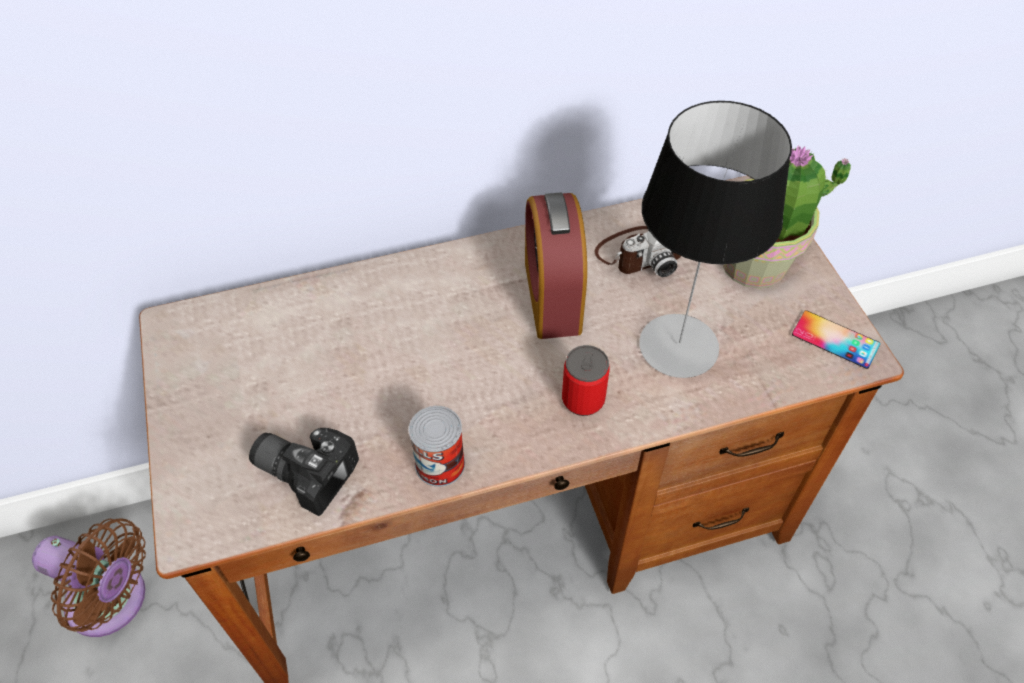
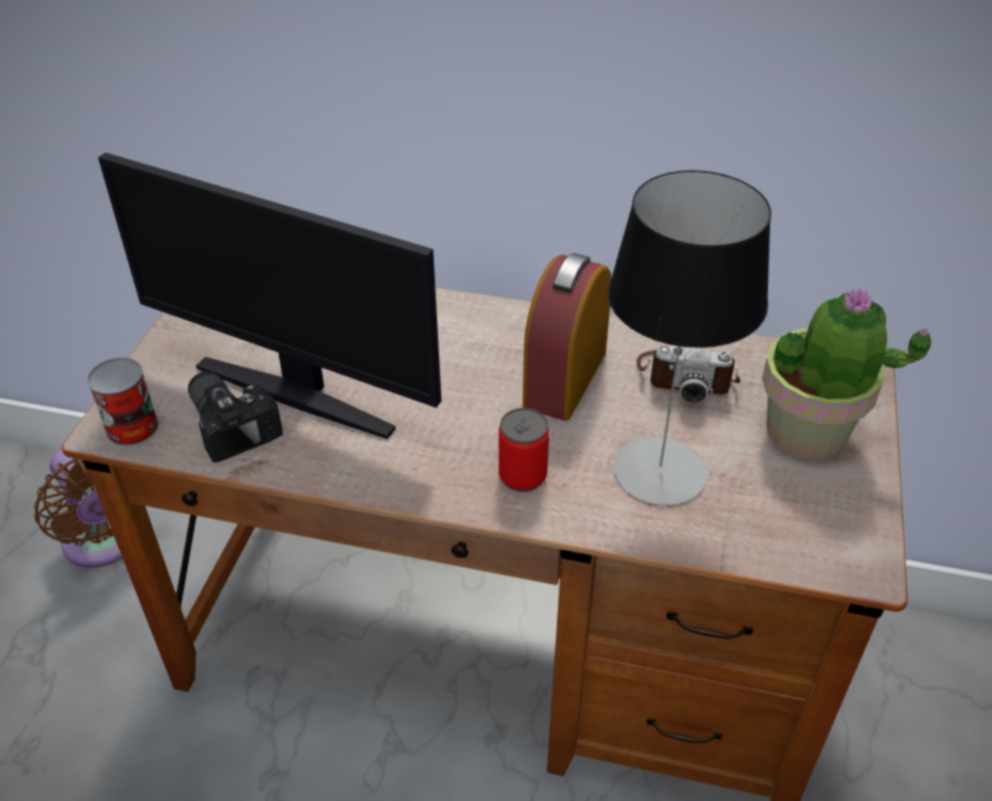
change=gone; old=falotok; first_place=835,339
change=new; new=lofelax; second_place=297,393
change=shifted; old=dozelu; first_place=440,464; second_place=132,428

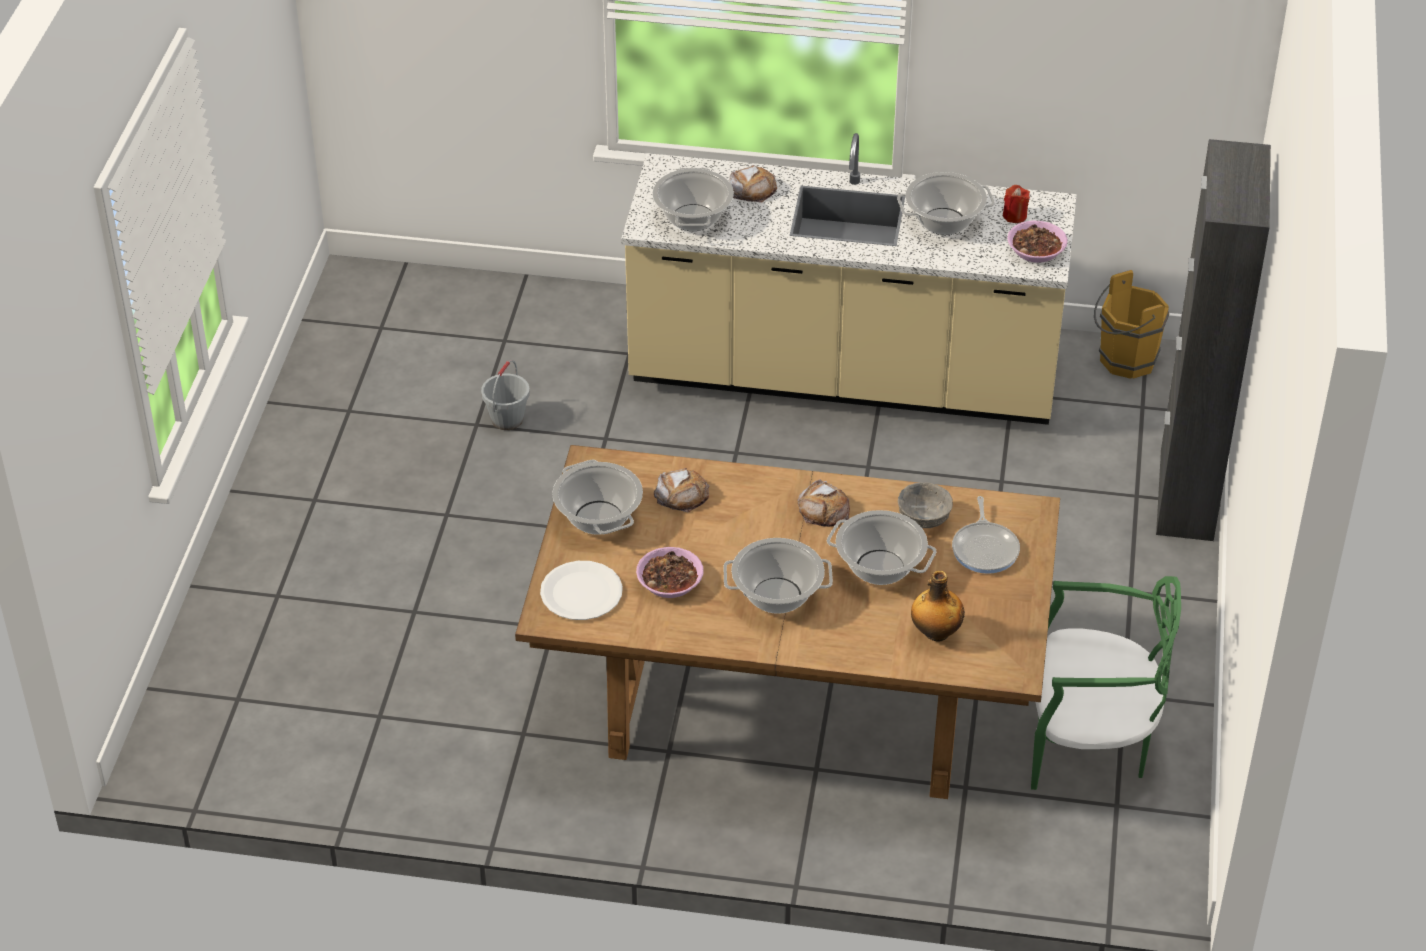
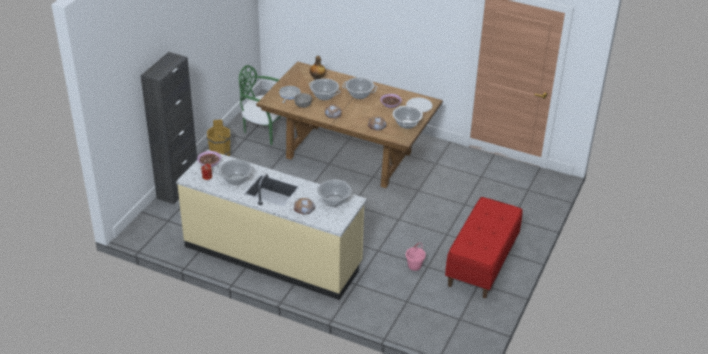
change=new; new=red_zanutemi; second_place=482,263
change=shifted; old=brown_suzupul; first_place=1123,361; second_place=222,153
change=repainted; old=grey_suzupul; new=pink_suzupul; first_place=507,419; second_place=414,266

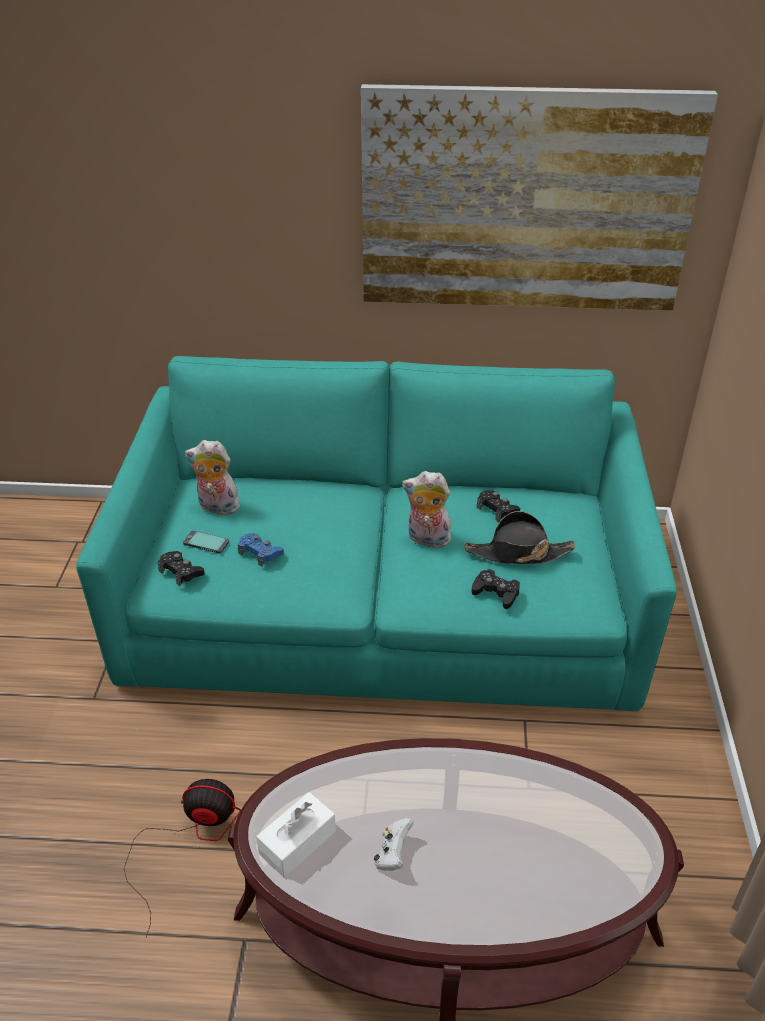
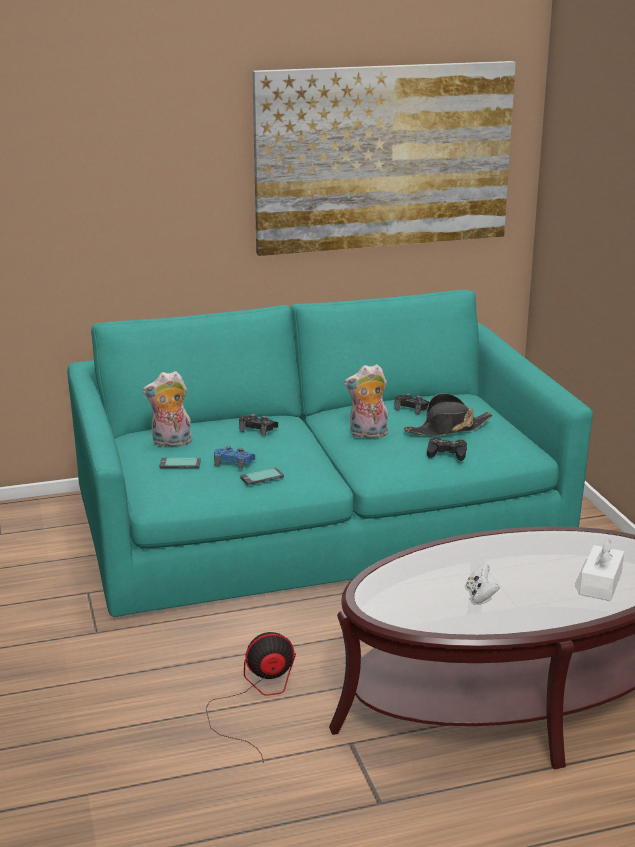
change=new; new=falotok; second_place=262,477
change=shifted; old=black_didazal; first_place=181,572; second_place=257,429
change=shifted; old=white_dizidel; first_place=297,842; second_place=600,583

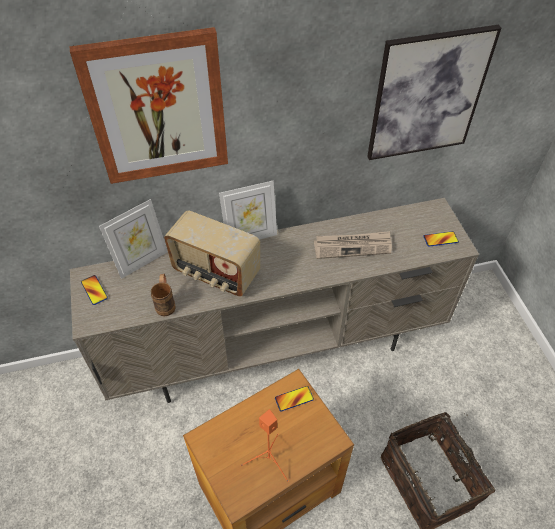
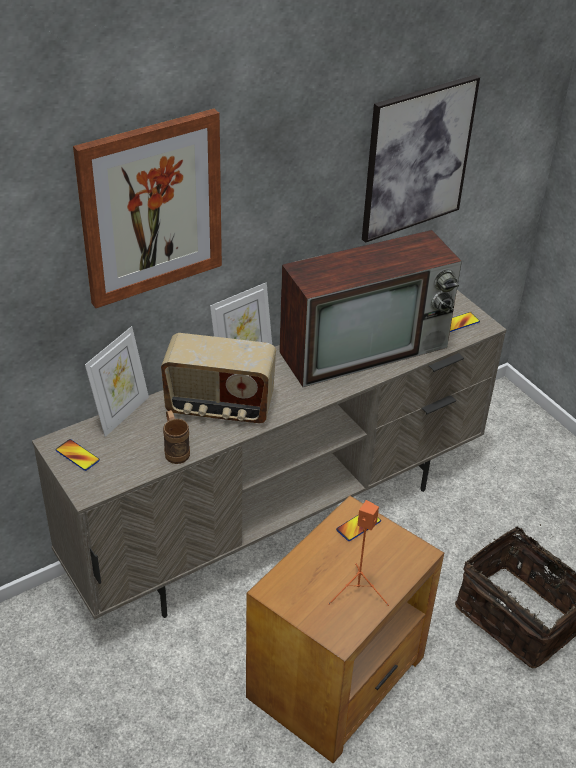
change=swapped; old=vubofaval; new=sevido; first_place=353,246; second_place=366,348

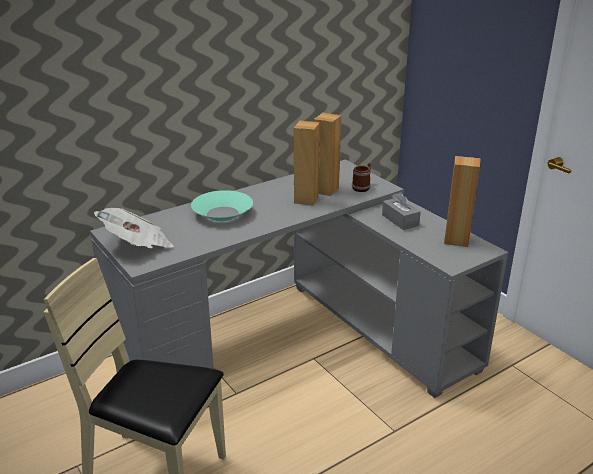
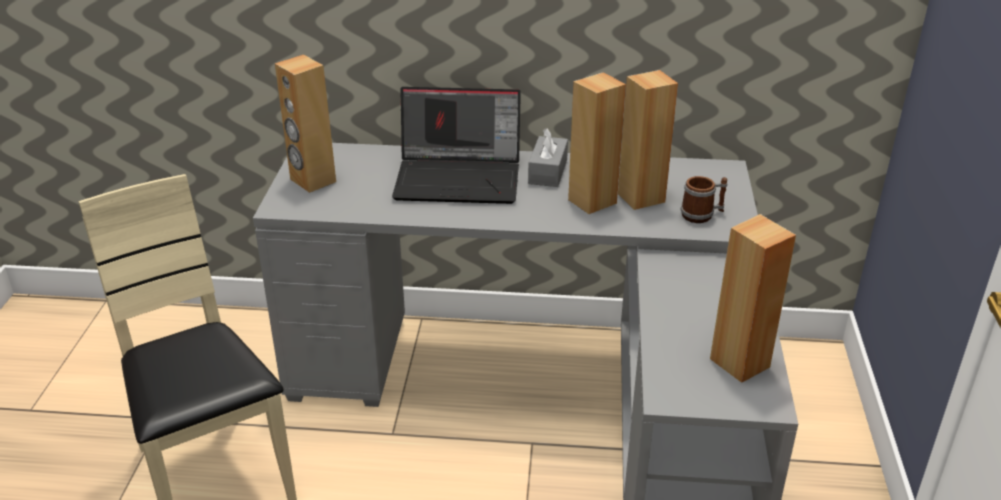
change=shifted; old=grey_dizidel; first_place=400,220; second_place=548,172
change=swapped; old=vubofaval; new=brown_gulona; first_place=138,245; second_place=312,181
change=swapped; old=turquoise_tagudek; new=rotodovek; first_place=223,213; second_place=460,178

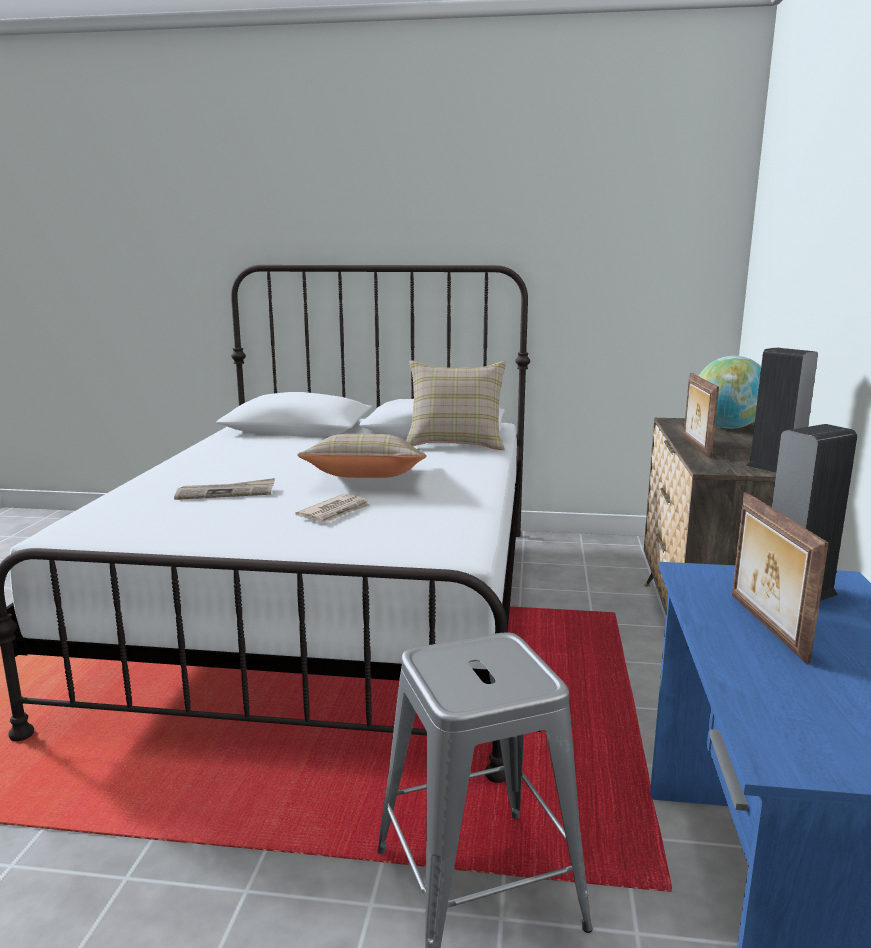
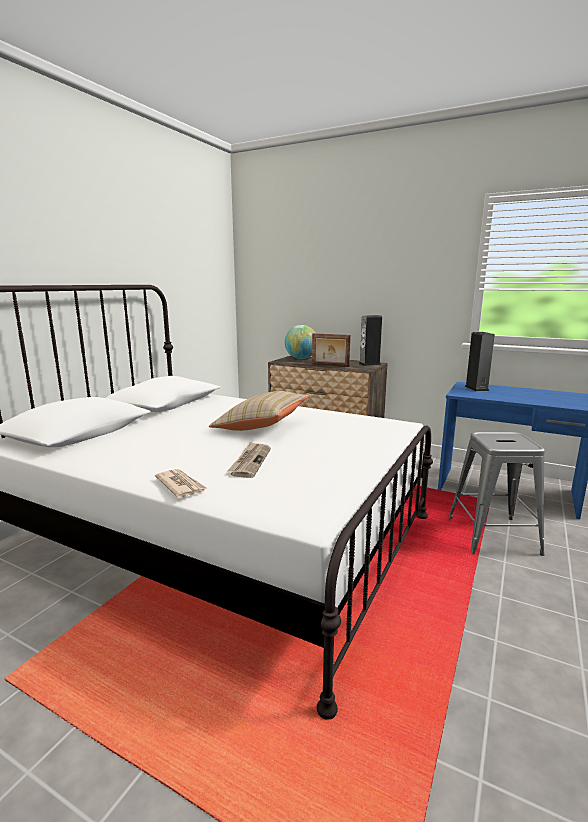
change=gone; old=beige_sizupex; first_place=456,443
change=gone; old=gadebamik; first_place=764,626
change=shifted; old=vubofaval; first_place=335,512; second_place=180,485

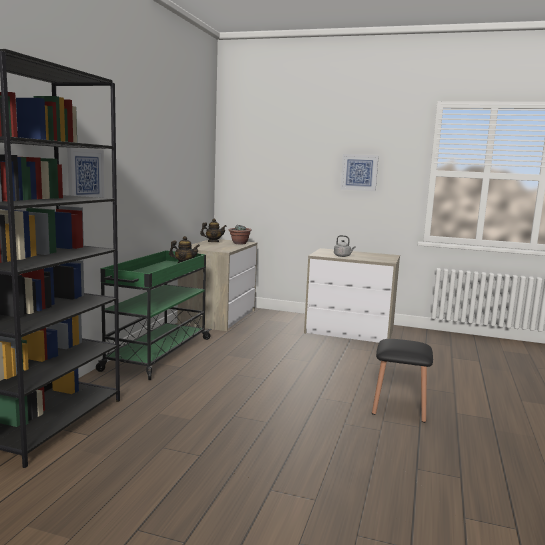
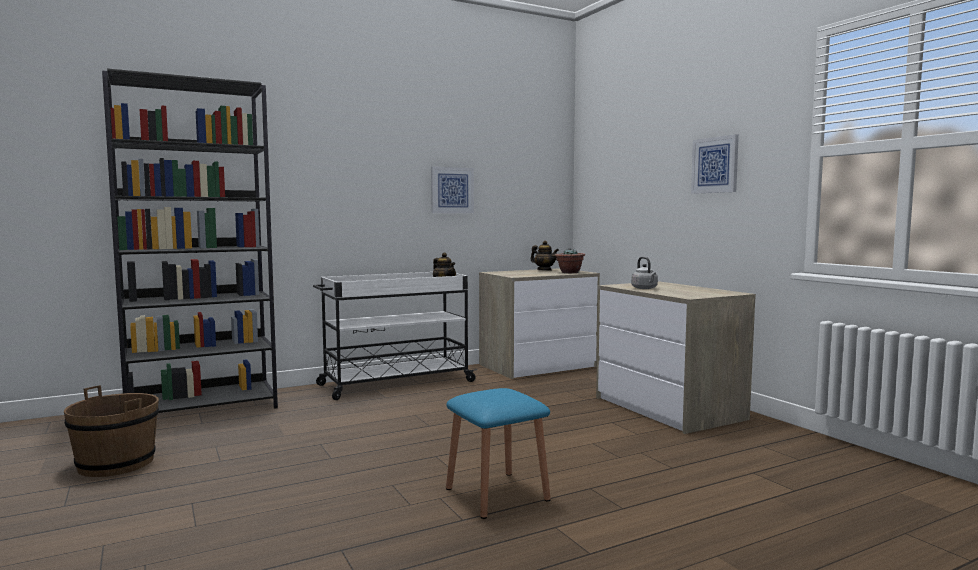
change=new; new=brown_suzupul; second_place=116,464
change=shifted; old=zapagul; first_place=85,175; second_place=452,190
change=repainted; old=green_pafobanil; new=white_pafobanil; first_place=157,354; second_place=394,383
change=repainted; old=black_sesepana; new=blue_sesepana; first_place=399,407; second_place=497,494

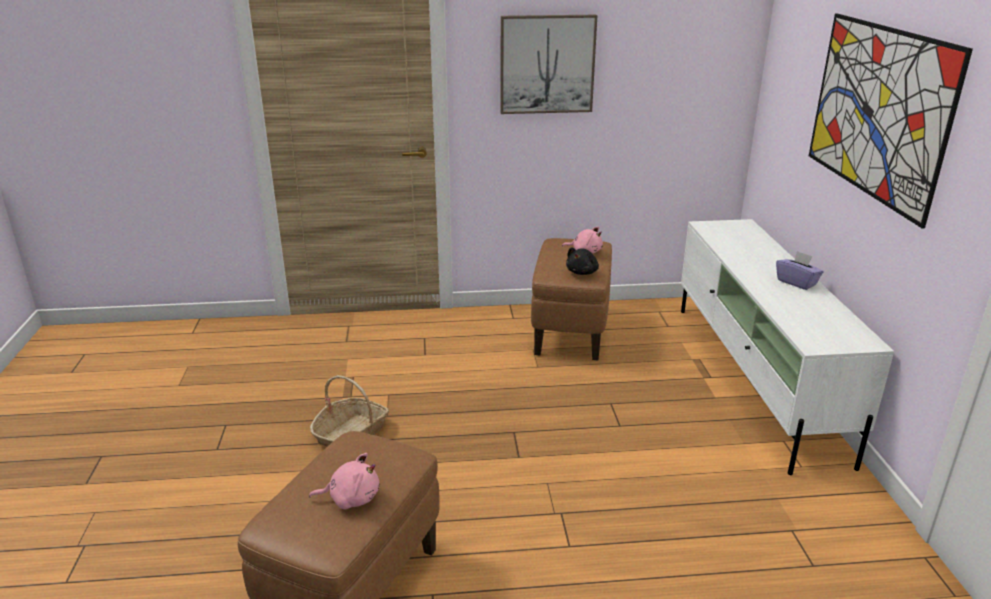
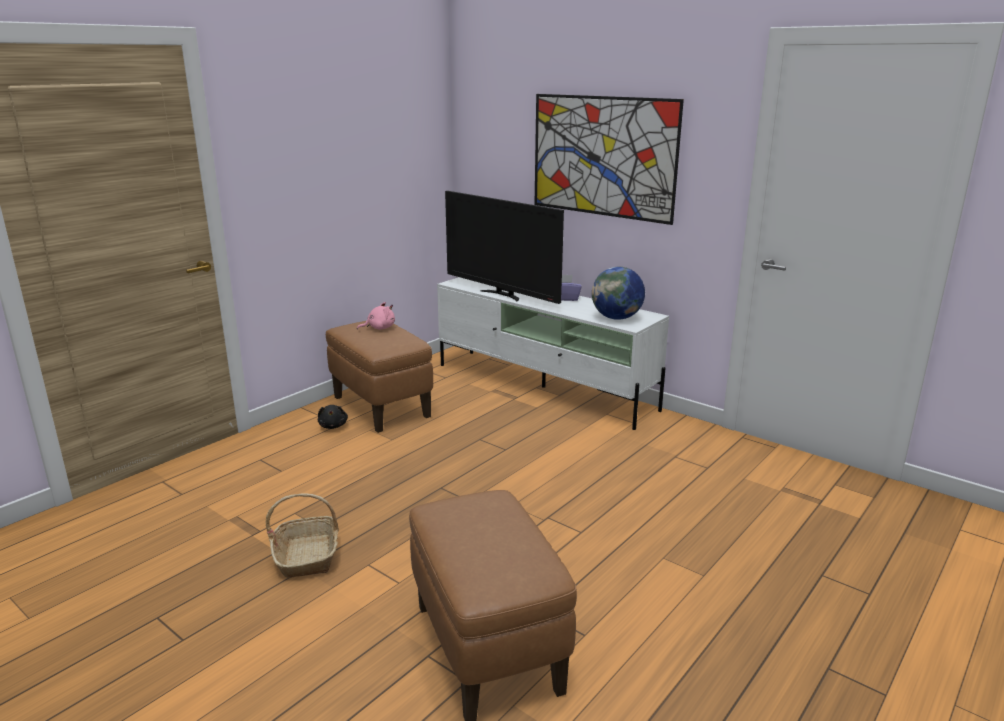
change=gone; old=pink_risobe; first_place=351,498
change=gone; old=zapagul; first_place=547,64
change=new; new=sevido; second_place=502,295
change=new; new=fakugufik; second_place=616,318
change=shifted; old=black_risobe; first_place=582,272; second_place=333,426

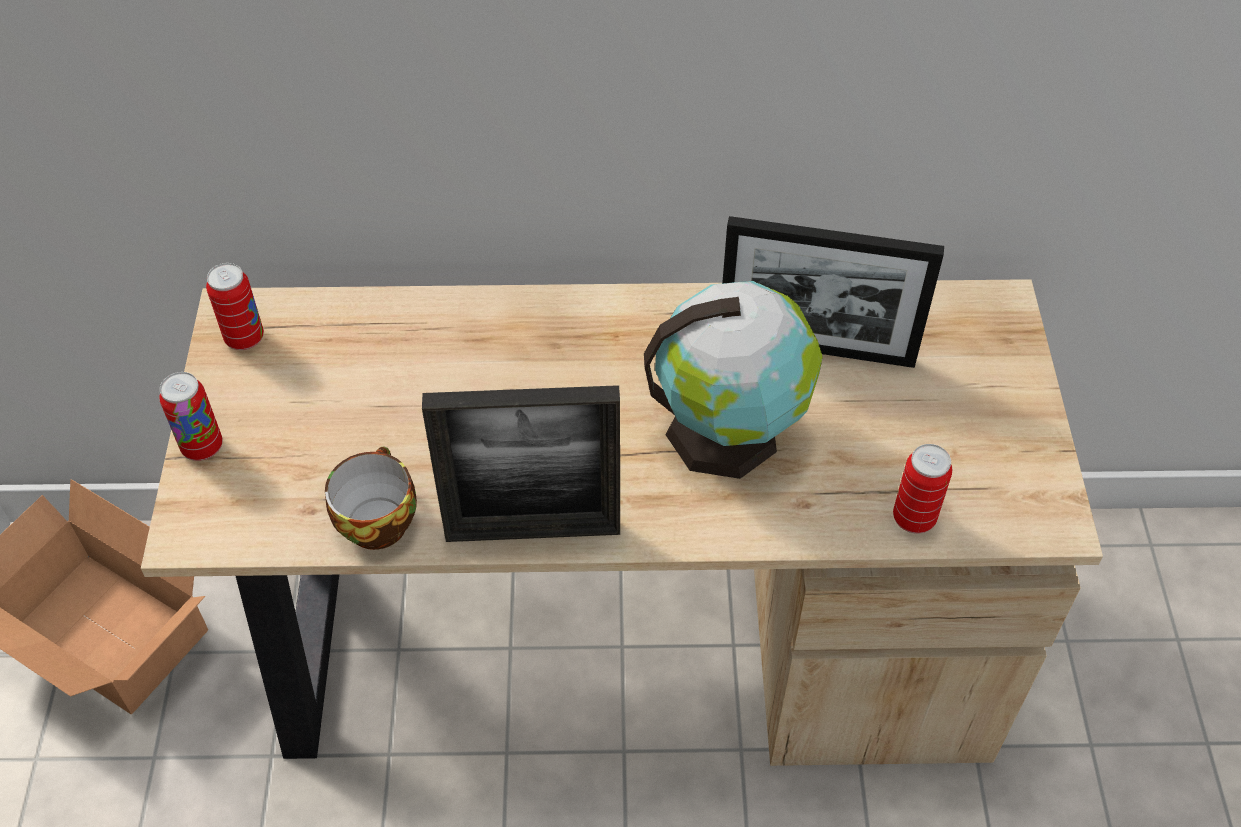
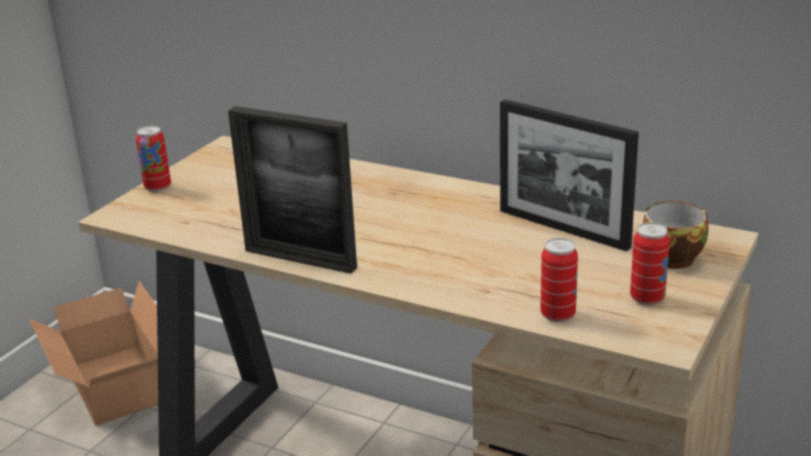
change=gone; old=fakugufik; first_place=729,432
change=shifted; old=dozelu; first_place=244,338; second_place=647,298
change=shifted; old=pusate; first_place=376,520; second_place=672,256

